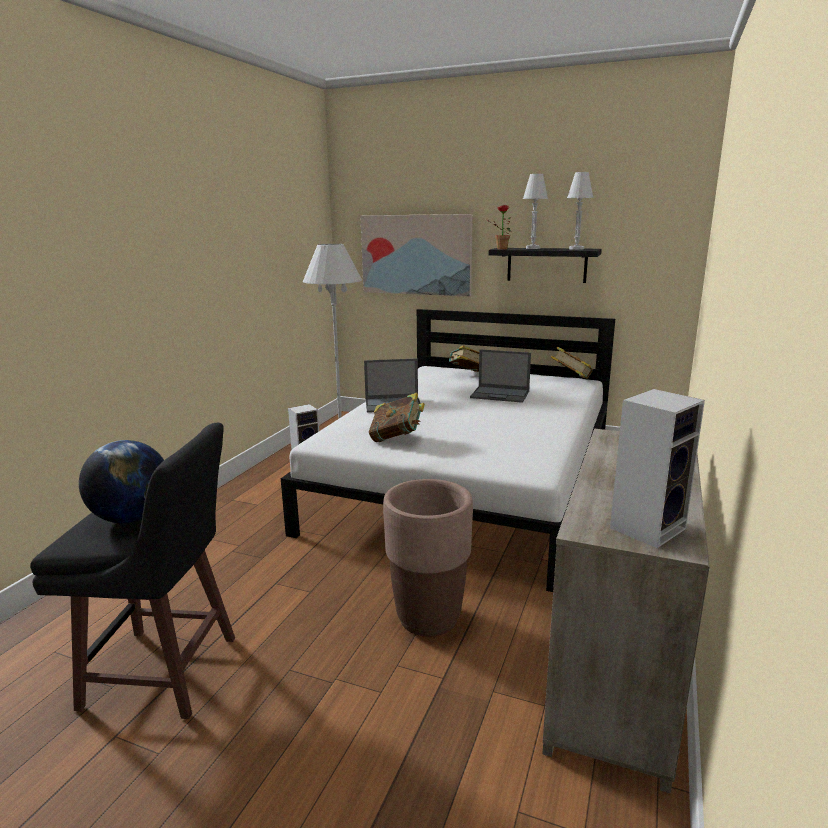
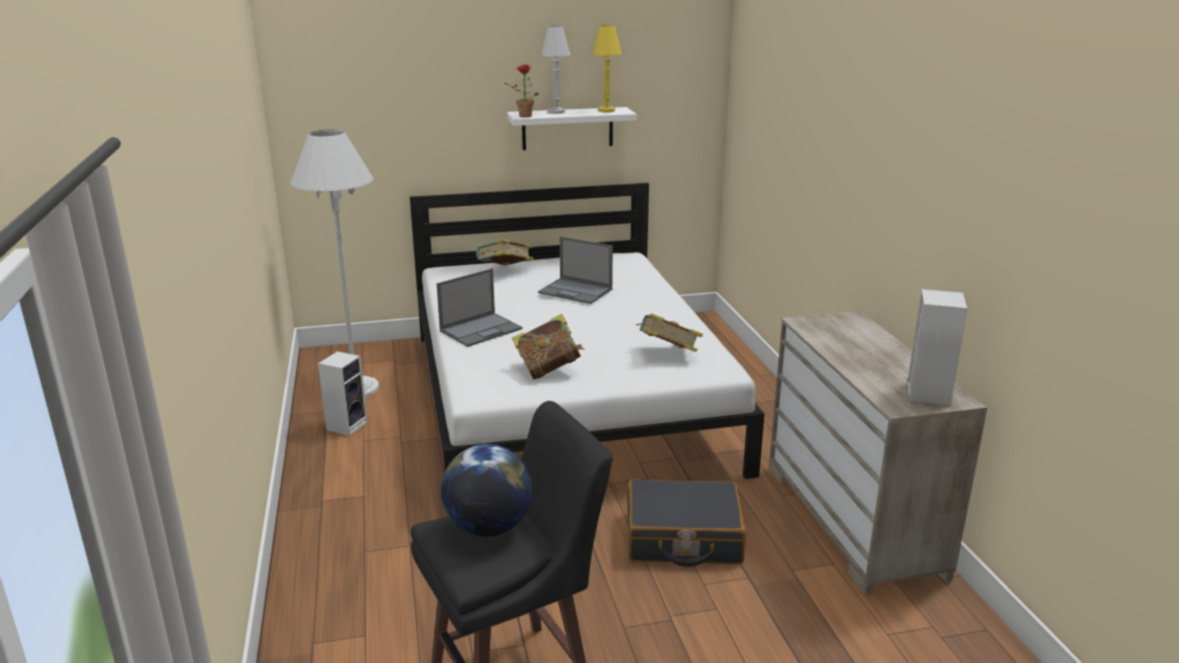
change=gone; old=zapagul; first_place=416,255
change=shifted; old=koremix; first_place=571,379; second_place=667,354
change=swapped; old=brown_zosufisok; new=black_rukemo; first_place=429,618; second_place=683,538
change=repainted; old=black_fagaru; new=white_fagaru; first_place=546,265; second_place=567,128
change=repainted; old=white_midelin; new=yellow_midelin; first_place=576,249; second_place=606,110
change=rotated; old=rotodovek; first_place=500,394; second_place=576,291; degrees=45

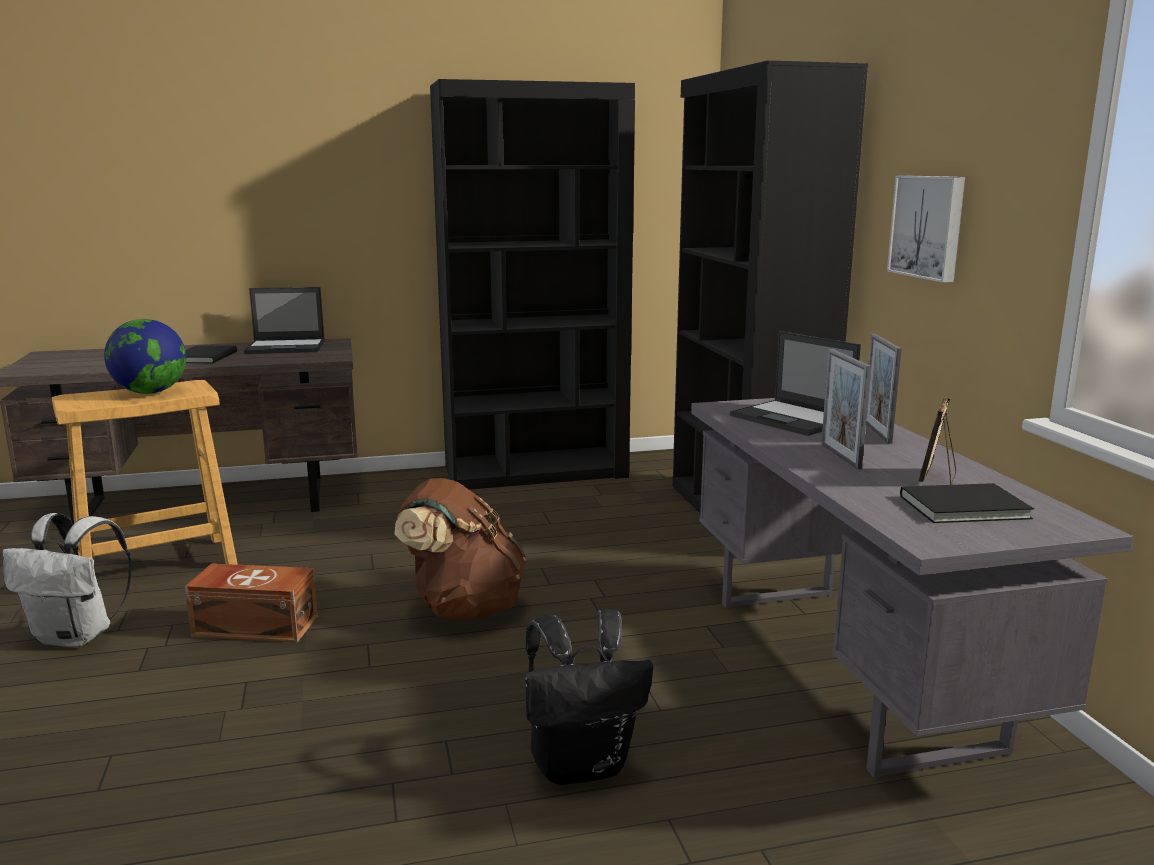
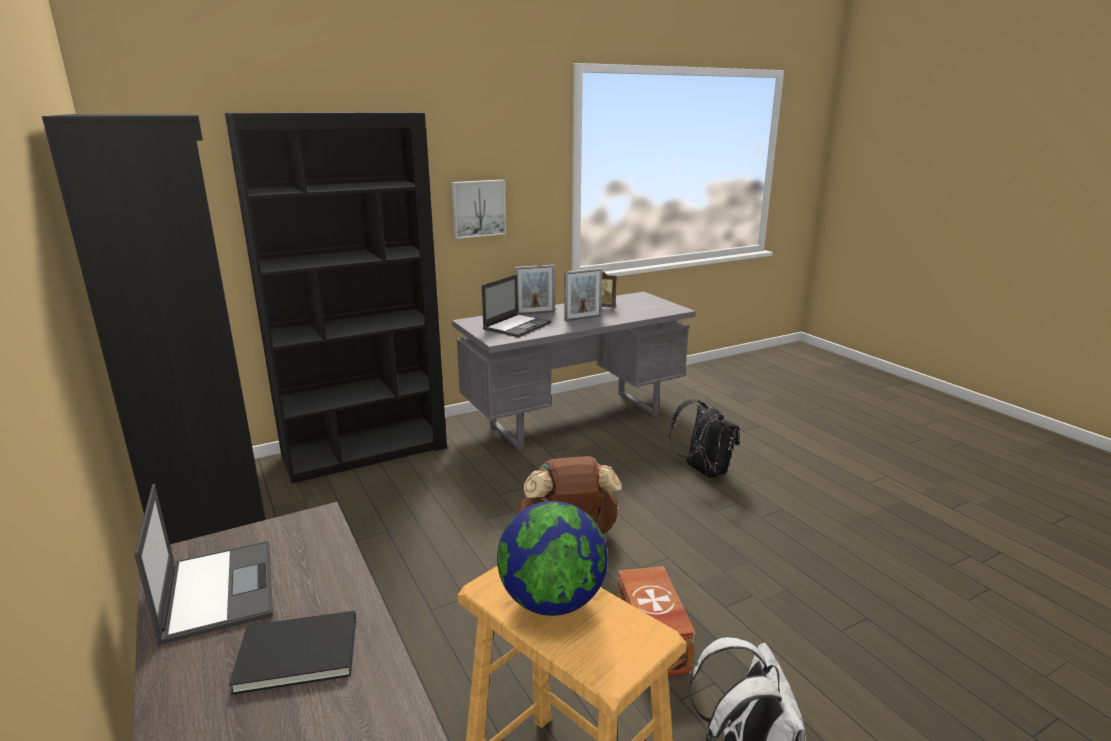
change=gone; old=black_koremix; first_place=967,508

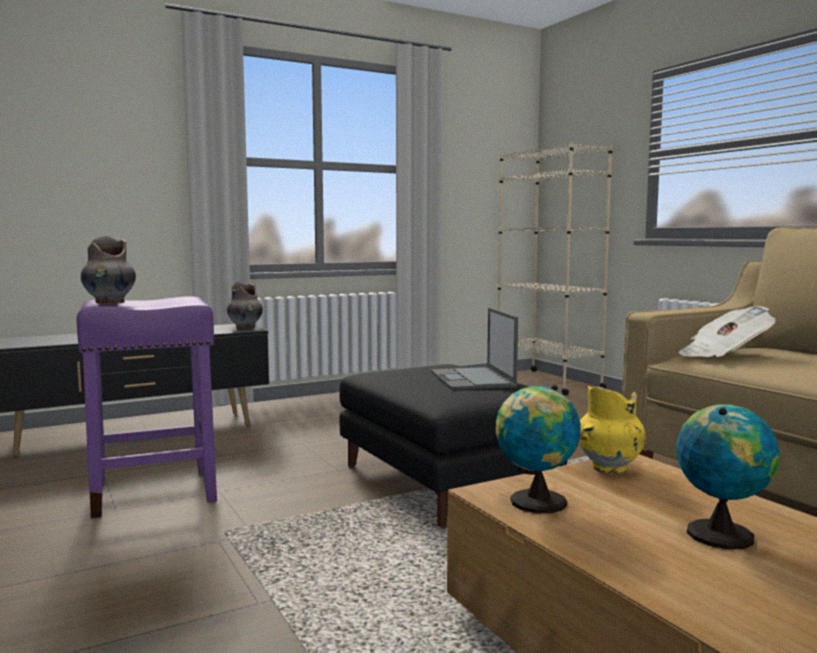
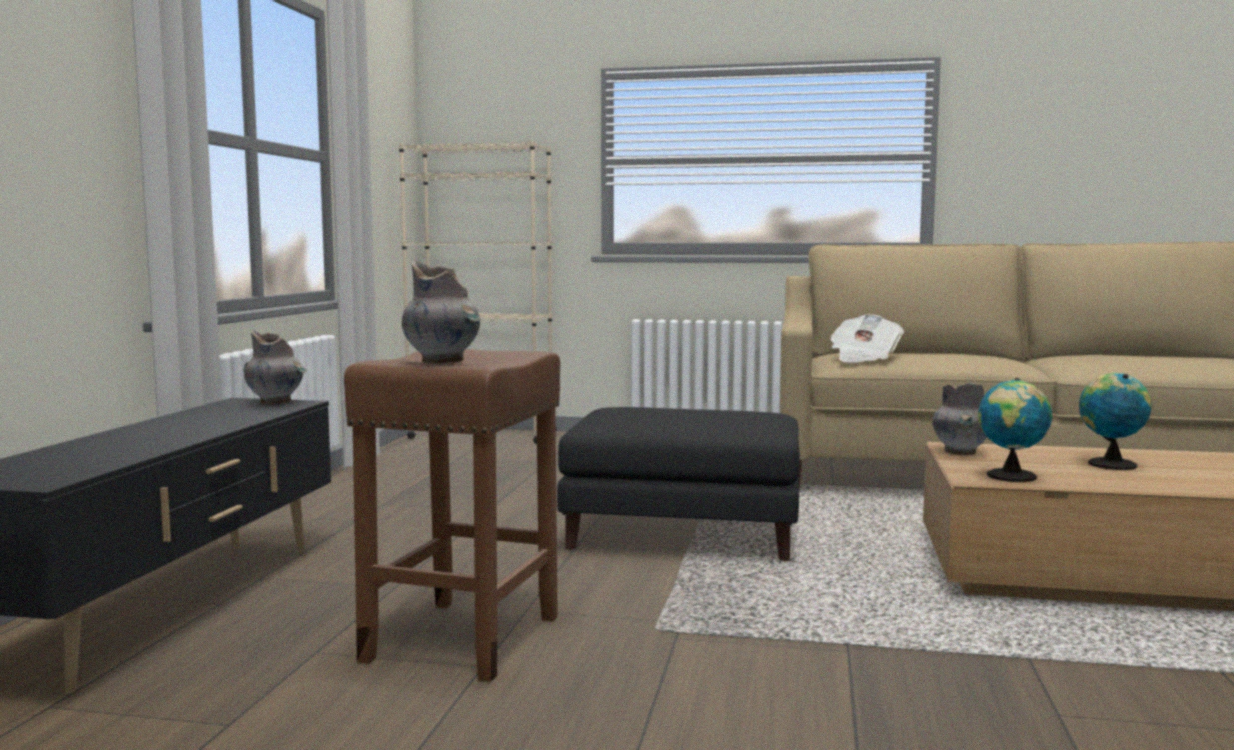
change=gone; old=rotodovek; first_place=472,379
change=repainted; old=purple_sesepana; new=brown_sesepana; first_place=156,492; second_place=464,637
change=repainted; old=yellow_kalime; new=grey_kalime; first_place=610,468; second_place=960,452

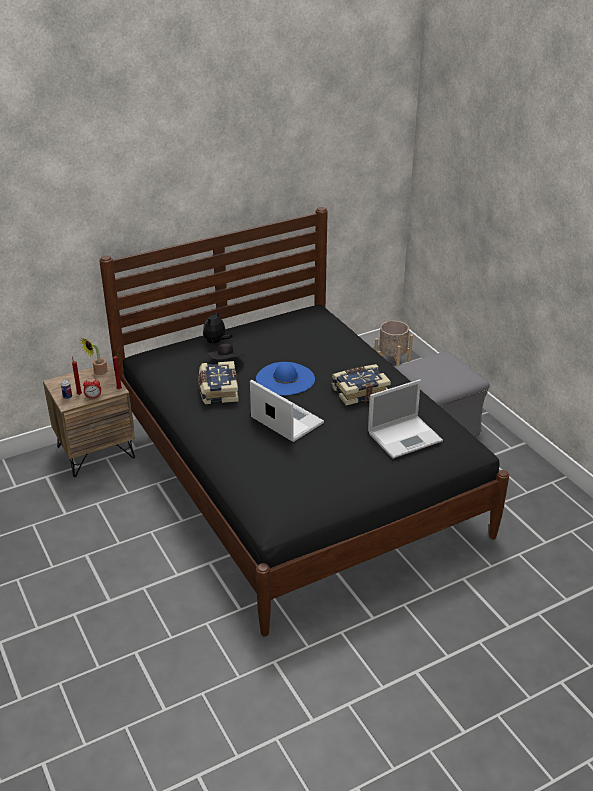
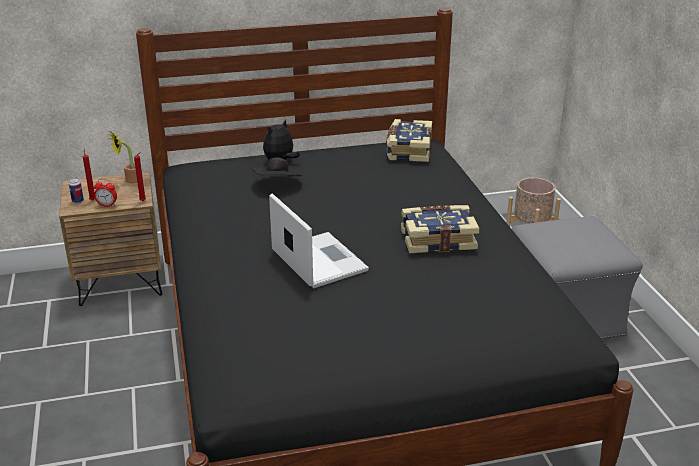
change=gone; old=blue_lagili; first_place=285,379
change=gone; old=rotodovek; first_place=405,436
change=shifted; old=koremix; first_place=218,390; second_place=408,150

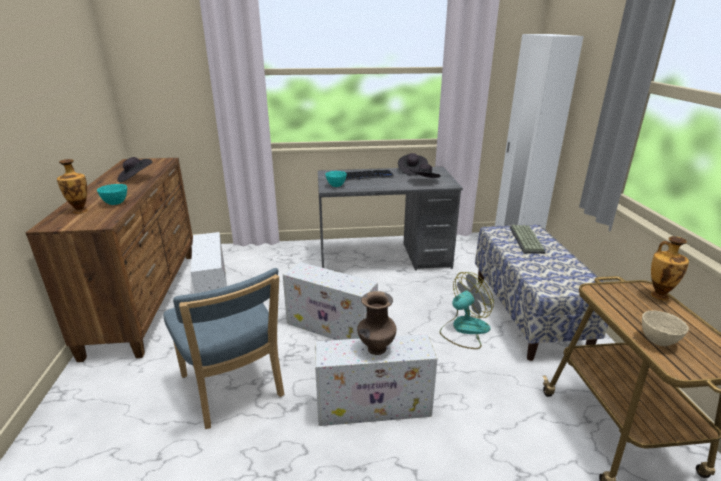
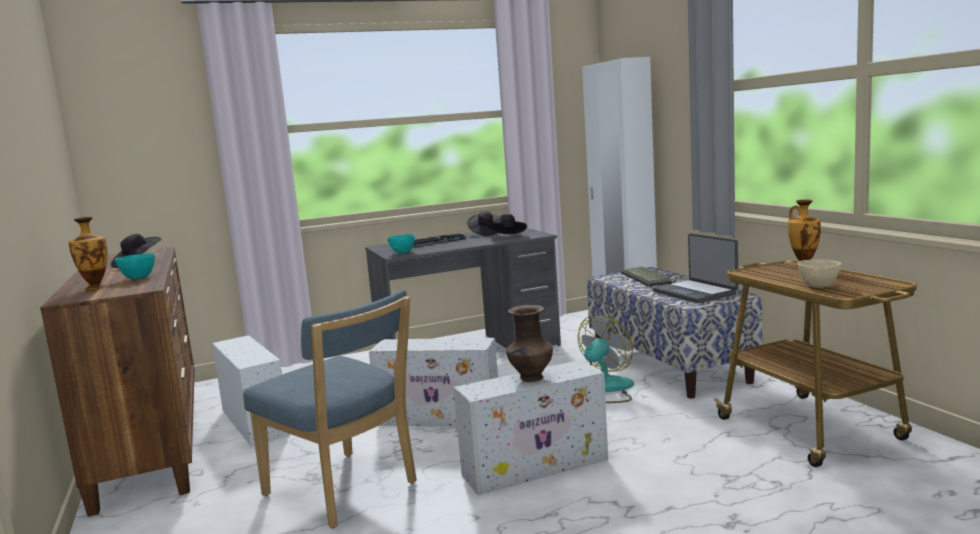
change=new; new=rotodovek; second_place=695,293

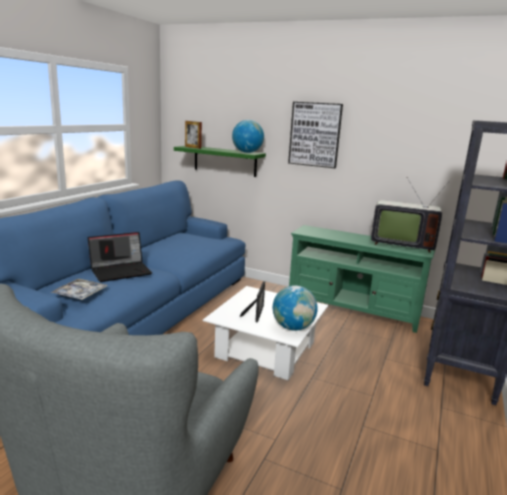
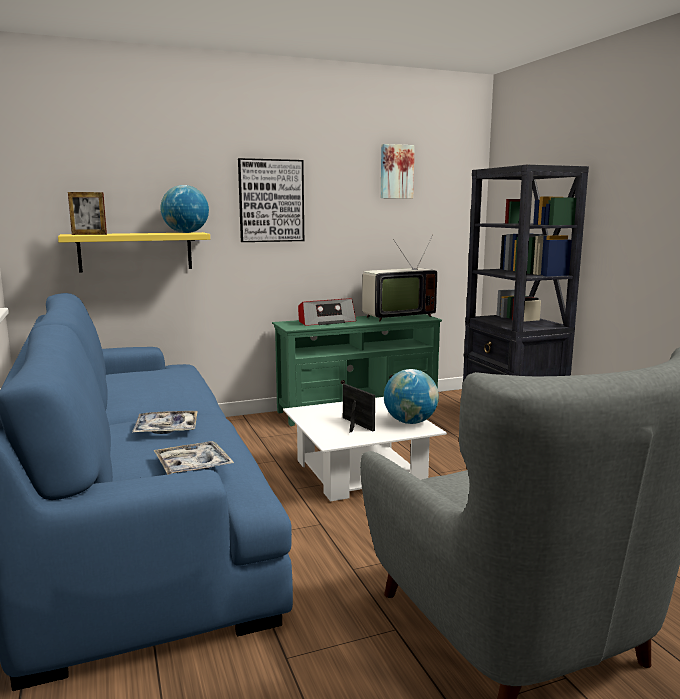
change=new; new=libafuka; second_place=326,321
change=new; new=zapagul; second_place=396,171
change=swapped; old=rotodovek; new=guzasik; first_place=121,271; second_place=166,429
change=repainted; old=green_fagaru; new=yellow_fagaru; first_place=225,161; second_place=135,252

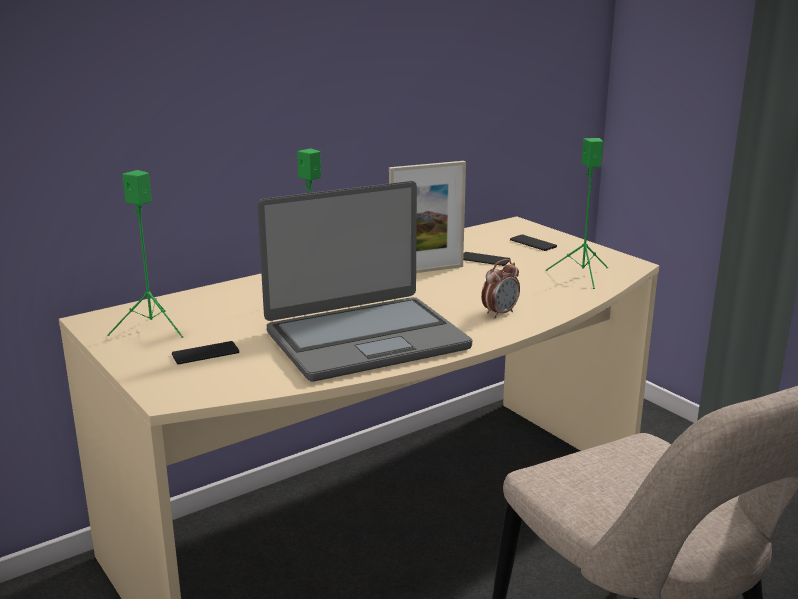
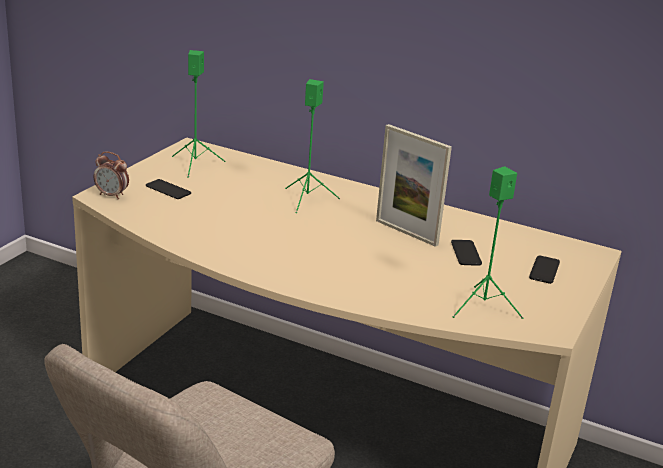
change=gone; old=rotodovek; first_place=365,339
change=shifted; old=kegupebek; first_place=500,313; second_place=112,195

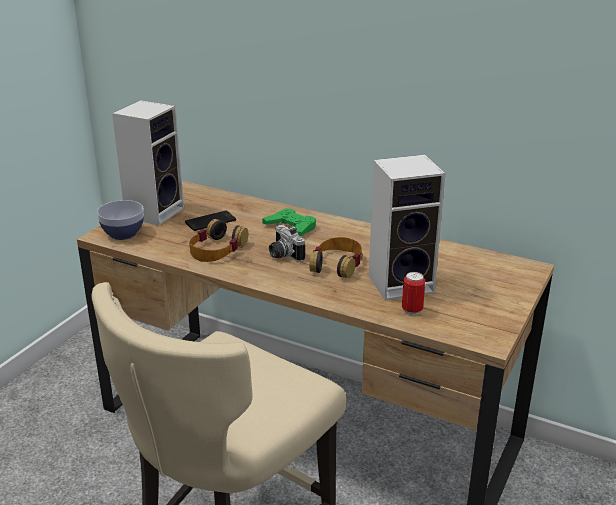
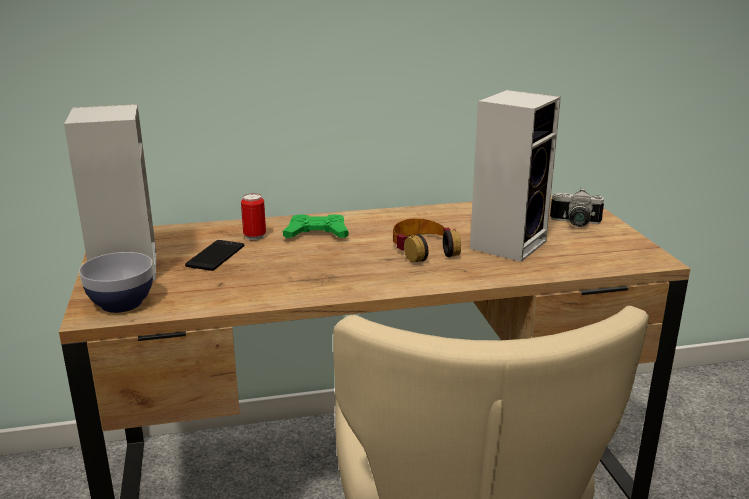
change=gone; old=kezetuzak; first_place=217,249
change=shifted; old=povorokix; first_place=283,255; second_place=575,223
change=shifted; old=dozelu; first_place=412,310; second_place=254,236

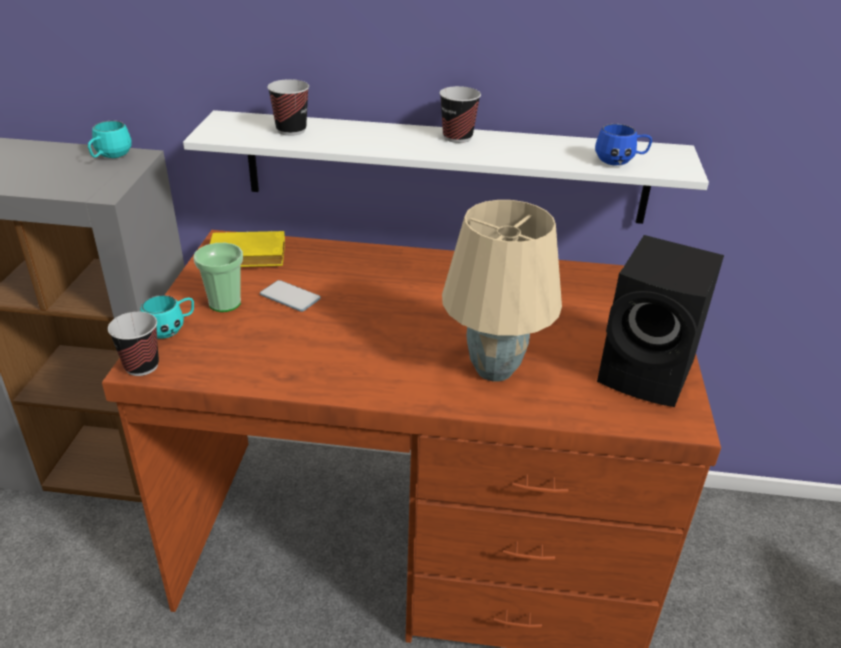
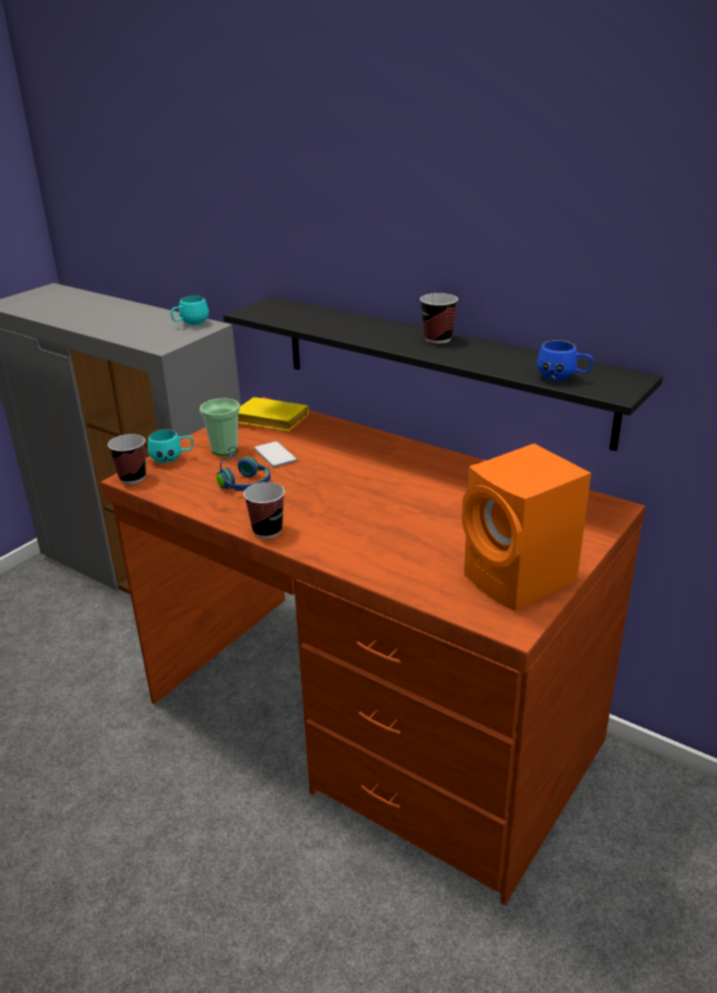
change=gone; old=beige_midelin; first_place=495,369
change=new; new=blue_kezetuzak; second_place=241,480
change=shifted; old=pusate; first_place=291,130; second_place=267,531
change=repainted; old=white_fagaru; new=black_fagaru; first_place=445,167; second_place=439,368
change=repainted; old=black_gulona; new=orange_gulona; first_place=649,373; second_place=521,580

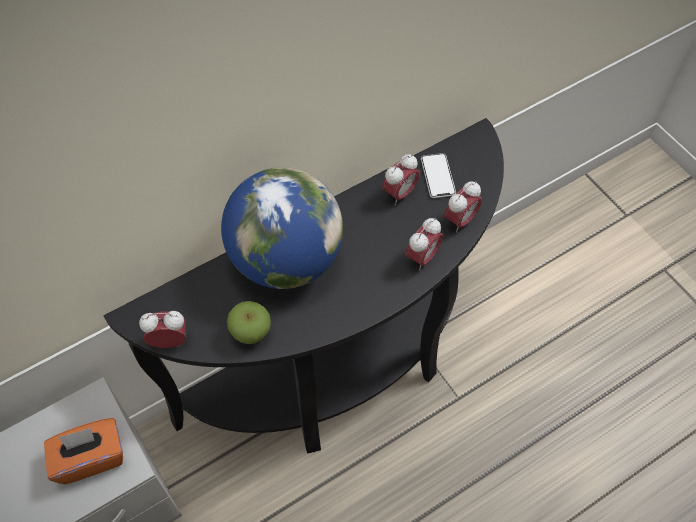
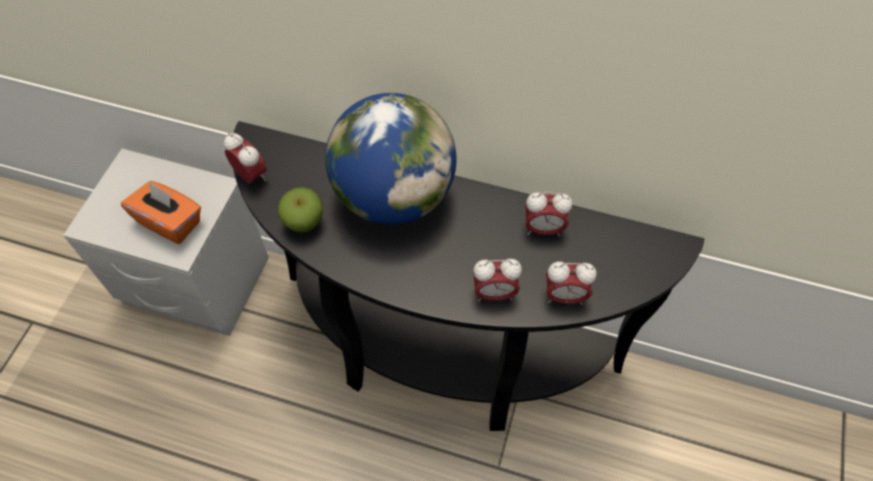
change=gone; old=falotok; first_place=438,176

